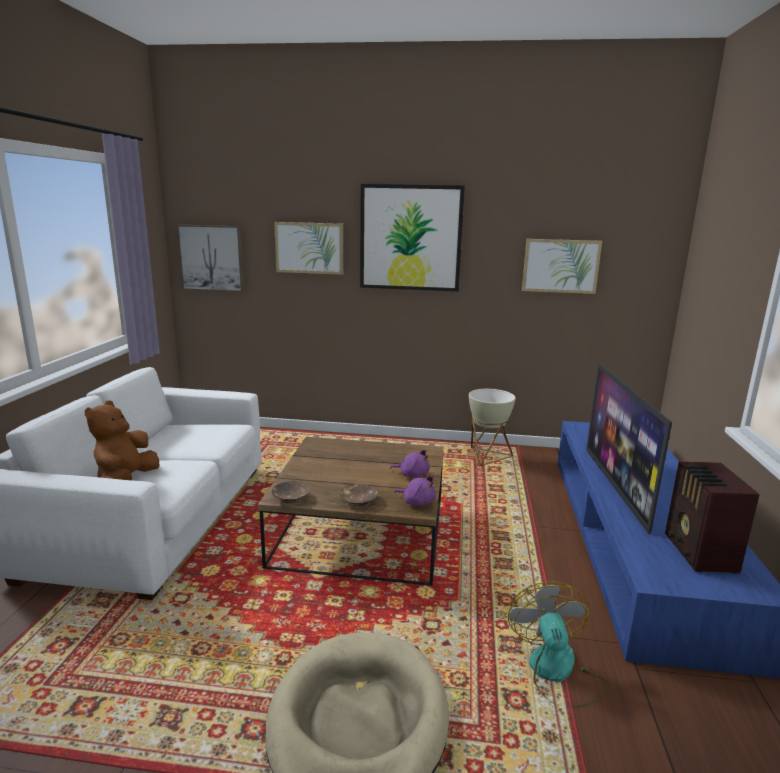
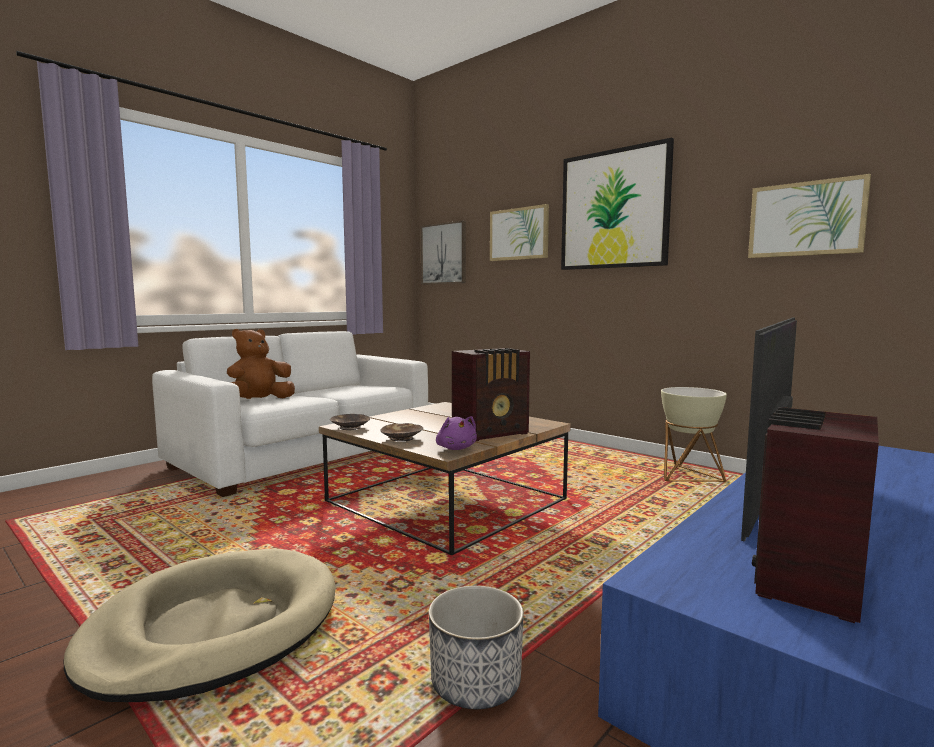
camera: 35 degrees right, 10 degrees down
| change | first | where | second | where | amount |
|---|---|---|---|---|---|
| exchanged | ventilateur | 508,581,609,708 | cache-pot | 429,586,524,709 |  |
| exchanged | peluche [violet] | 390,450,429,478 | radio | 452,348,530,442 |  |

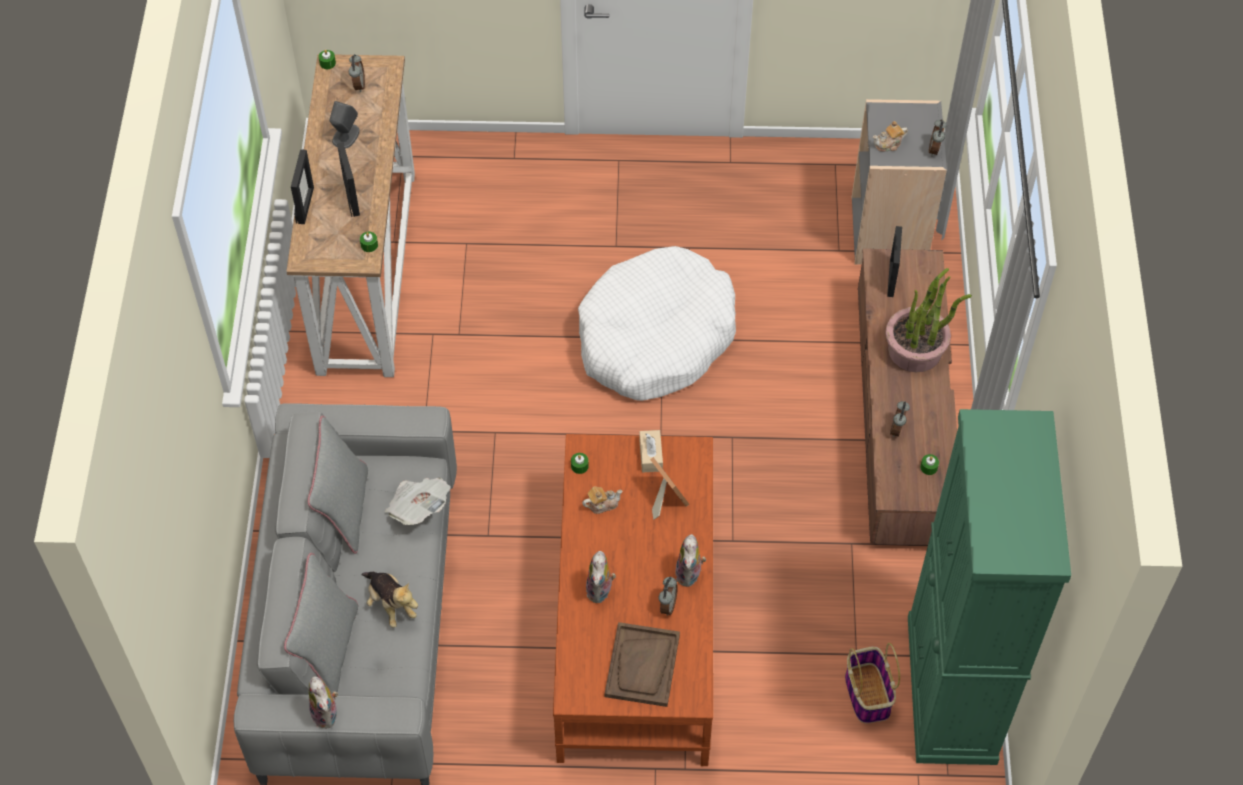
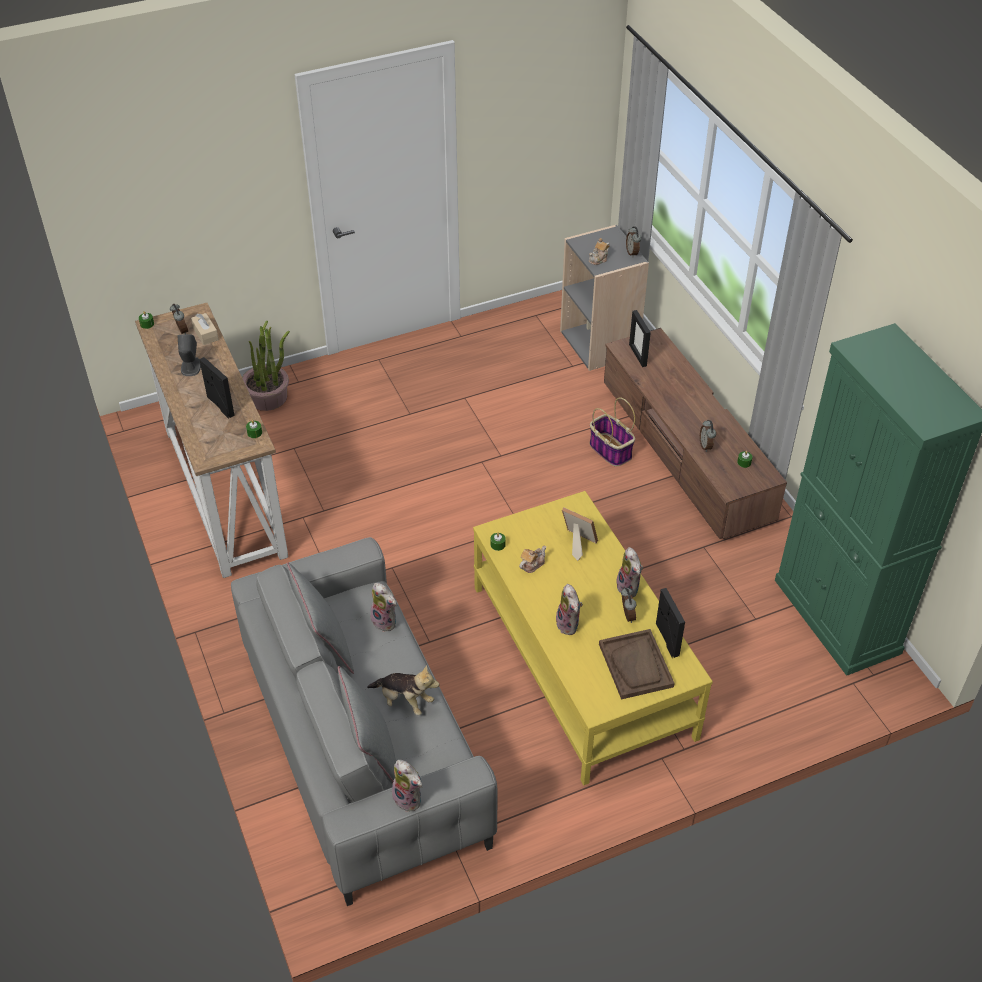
camera: 25 degrees left, 10 degrees down
| change | first | where | second | where | amount |
|---|---|---|---|---|---|
| relocated | boîte à mouchoirs [beige] | 639,430,663,473 |  | 191,313,219,345 |  |
| relocated | plante en pot | 886,268,972,372 |  | 242,321,290,411 |  |
| exchanged | journal | 385,478,451,525 | peluche | 370,583,397,632 |  |
| colour | table basse [marron] | 553,434,713,766 | table basse [jaune] | 473,491,713,785 |  |
| relocated | panier | 845,643,900,724 |  | 590,397,635,467 |  |
| relocated | cadre photo | 291,149,314,224 |  | 656,588,685,658 |  |
| missing | panier pour chien [blanc] | 578,246,736,401 |  |  |  |

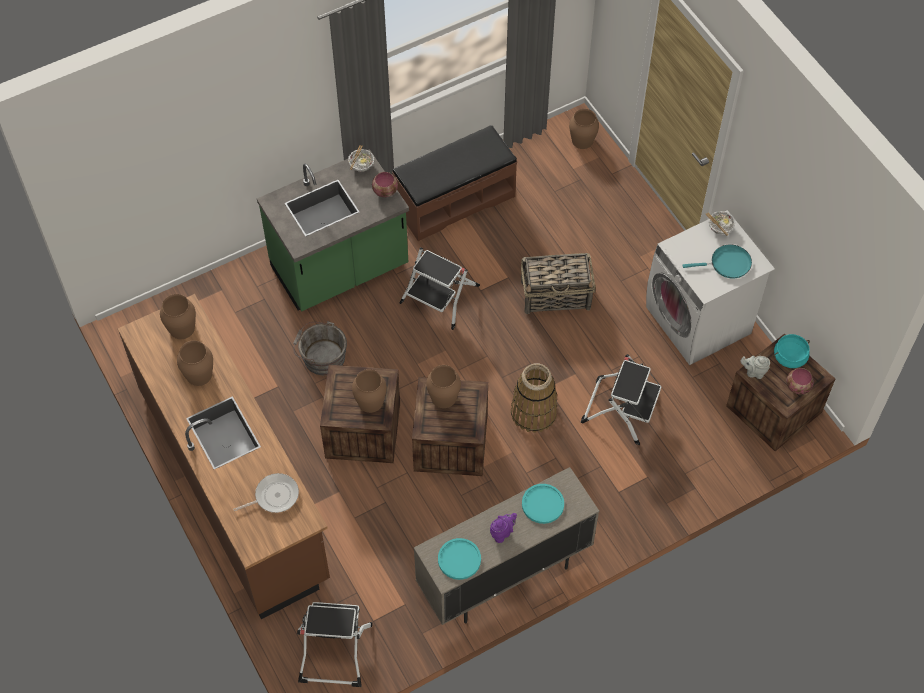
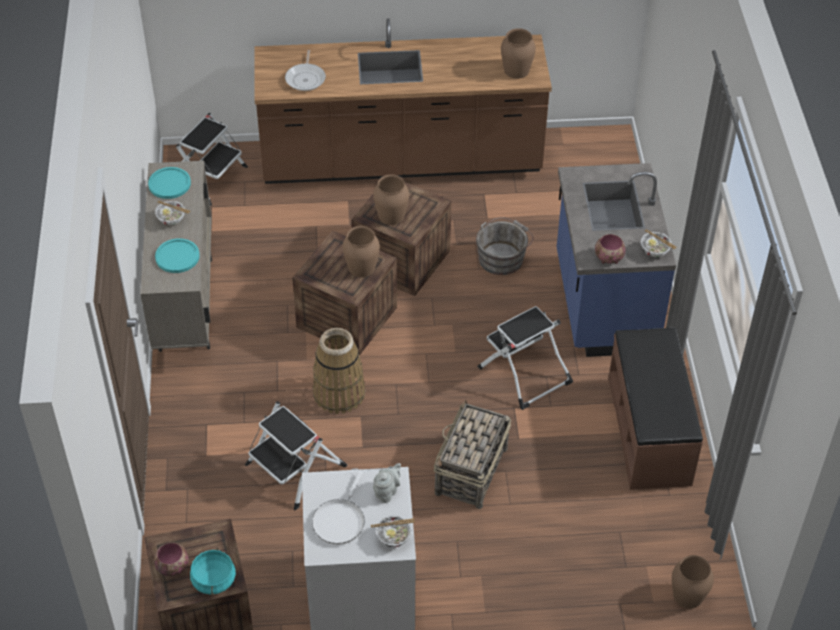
camera: 115 degrees right, 10 degrees down
| change | first | where | second | where | amount |
|---|---|---|---|---|---|
| exchanged | théière [violet] | 490,513,517,543 | bol | 155,201,191,225 |  |
| colour | poêle [turquoise] | 682,245,752,278 | poêle [blanc] | 312,471,365,545 |  |
| relocated | théière [gris] | 740,356,770,379 |  | 373,463,401,503 |  |
| colour | comptoir de cuisine [vert] | 257,149,409,311 | comptoir de cuisine [bleu] | 557,163,676,357 |  |
| missing | vase [marron] | 177,341,213,386 |  |  |  |

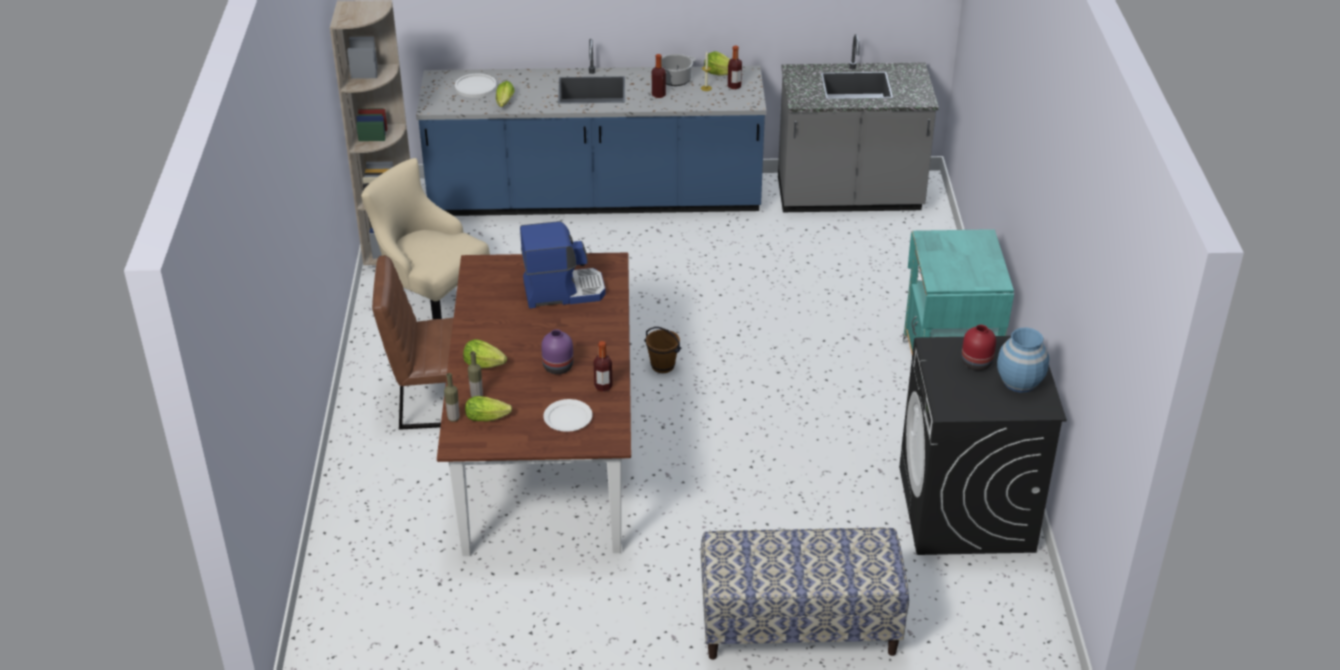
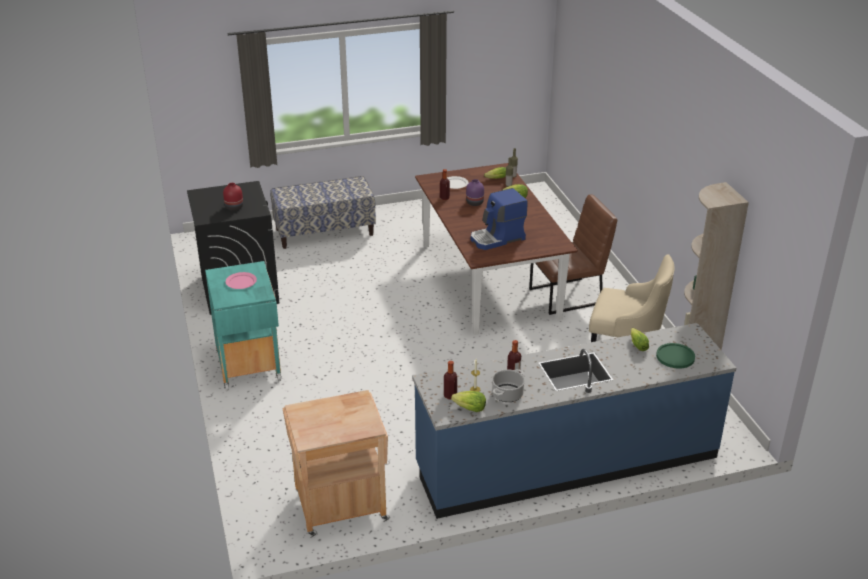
camera: 165 degrees right, 5 degrees down
| change | first | where | second | where | amount |
|---|---|---|---|---|---|
| appeared |  |  | assiette [rose] | 226,272,257,289 |  |
| exchanged | comptoir de cuisine [gris] | 778,34,939,212 | chariot [marron] | 282,390,390,538 |  |
| colour | assiette [blanc] | 455,74,497,98 | assiette [vert] | 656,343,695,369 |  |
| missing | seau [marron] | 644,327,682,373 |  |  |  |
| missing | vase [bleu] | 997,327,1049,393 |  |  |  |

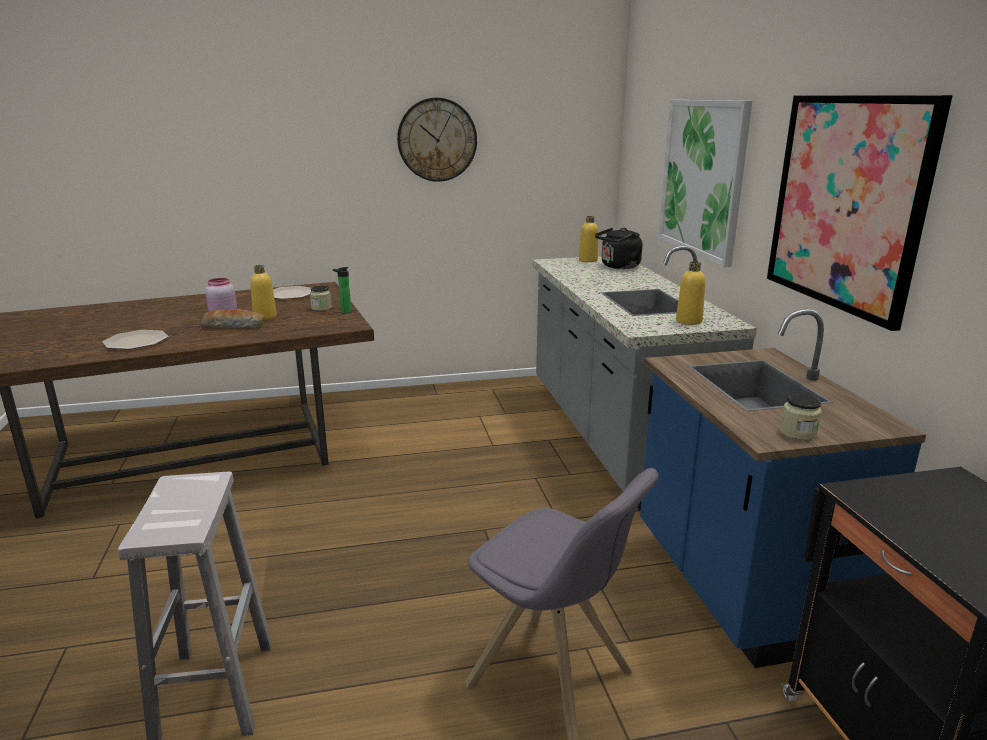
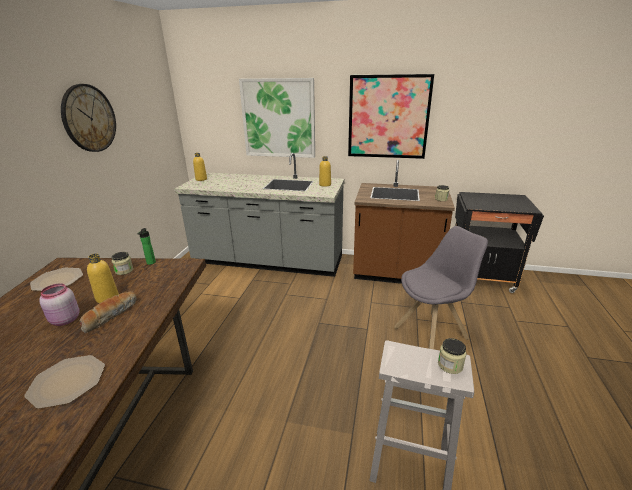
camera: 65 degrees left, 5 degrees up
| change | first | where | second | where | amount |
|---|---|---|---|---|---|
| colour | comptoir de cuisine [bleu] | 640,309,926,668 | comptoir de cuisine [marron] | 353,160,455,284 |  |
| appeared |  |  | bocal | 438,338,467,374 |  |
| missing | bouilloire [noir] | 595,228,642,269 |  |  |  |

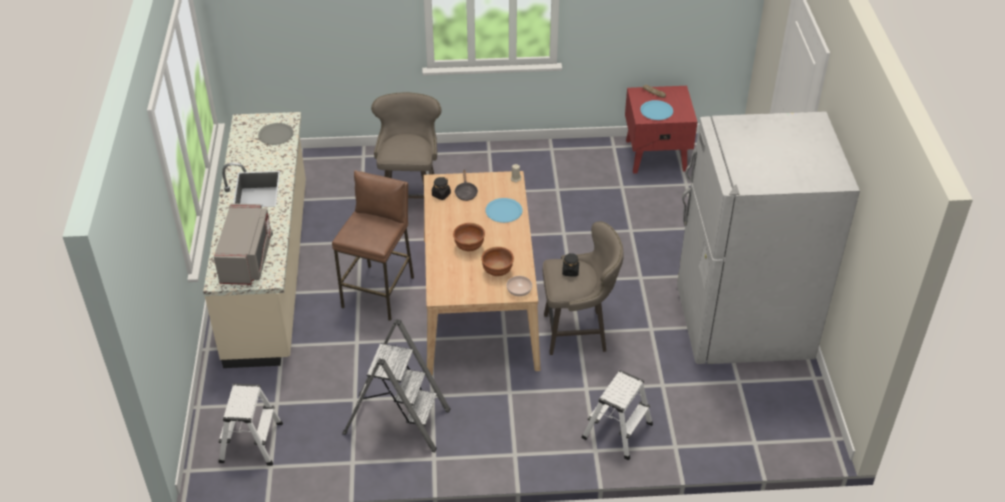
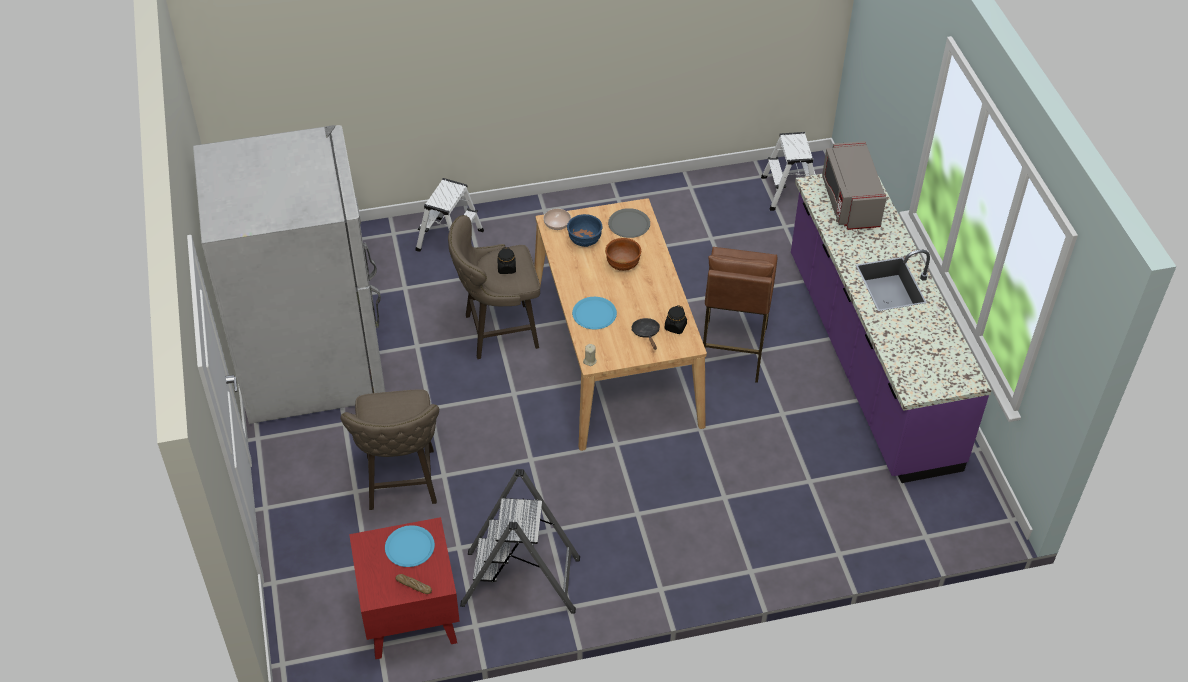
camera: 170 degrees right, 5 degrees up
| change | first | where | second | where | amount |
|---|---|---|---|---|---|
| relocated | tabouret [beige] | 371,92,441,199 |  | 340,389,439,510 |  |
| relocated | escabeau [gris] | 342,319,451,452 |  | 460,469,580,614 |  |
| colour | bol [marron] | 481,247,514,276 | bol [bleu] | 567,214,603,247 |  |
| relocated | assiette [gris] | 258,123,294,145 |  | 608,208,650,238 |  |
| colour | comptoir de cuisine [beige] | 203,112,306,368 | comptoir de cuisine [violet] | 791,174,992,483 |  |

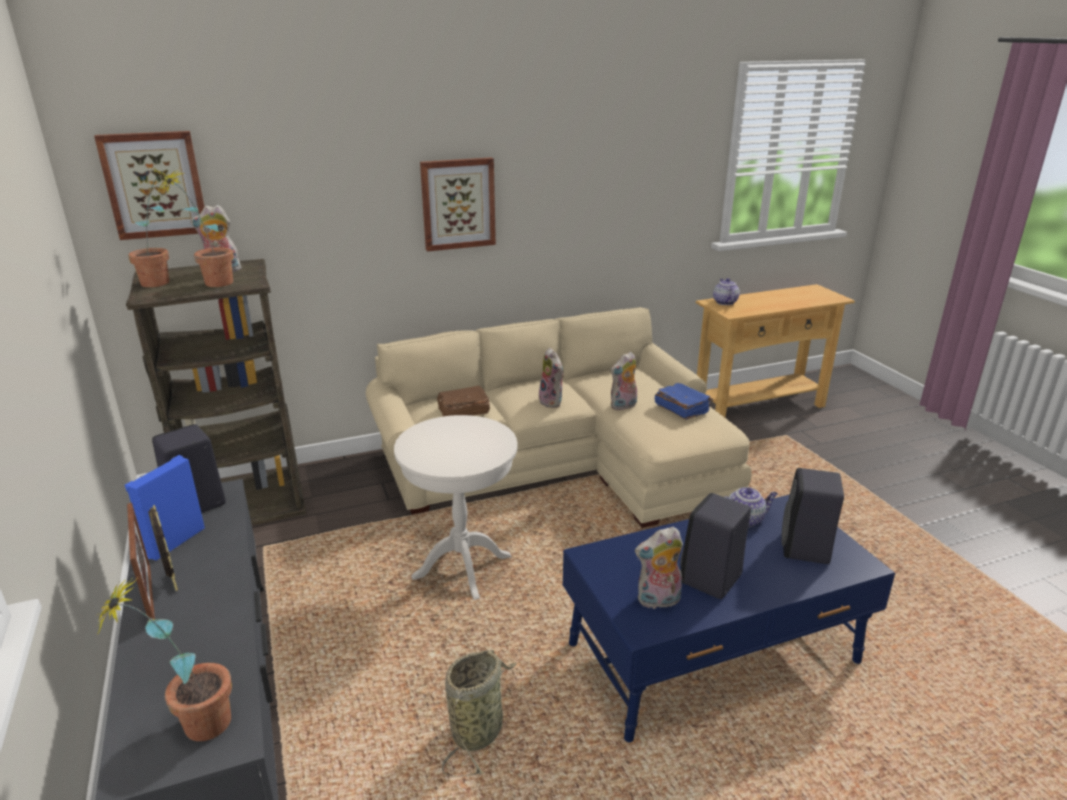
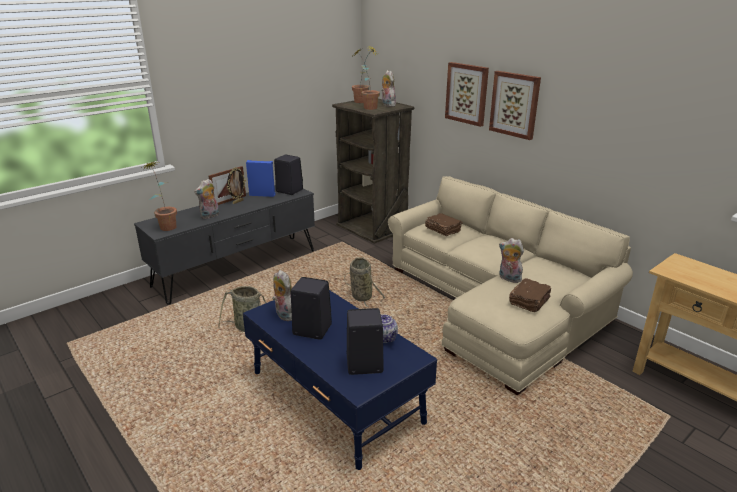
camera: 70 degrees right, 0 degrees up
| change | first | where | second | where | amount |
|---|---|---|---|---|---|
| relocated | peluche | 539,348,564,408 |  | 194,179,219,219 |  |
| exchanged | table d'appoint [blanc] | 394,415,518,600 | panier | 344,257,385,308 |  |
| relocated | tableau | 94,131,204,240 |  | 445,62,489,127 |  |
| colour | livre [bleu] | 655,383,713,420 | livre [marron] | 509,278,551,312 |  |
| missing | théière | 713,278,740,305 |  |  |  |

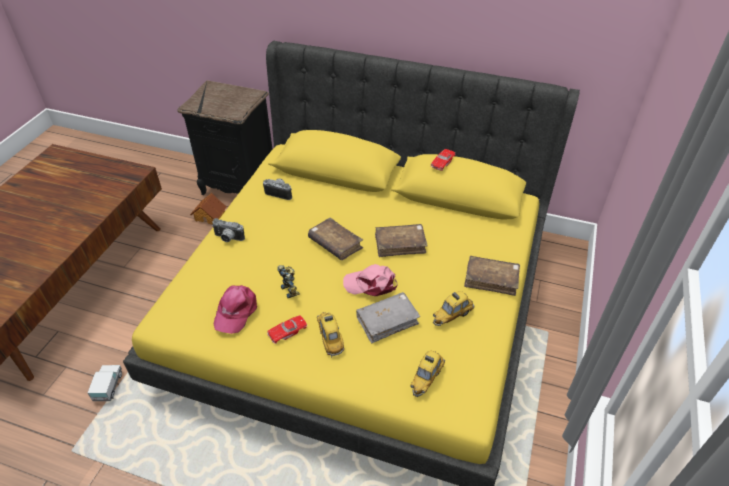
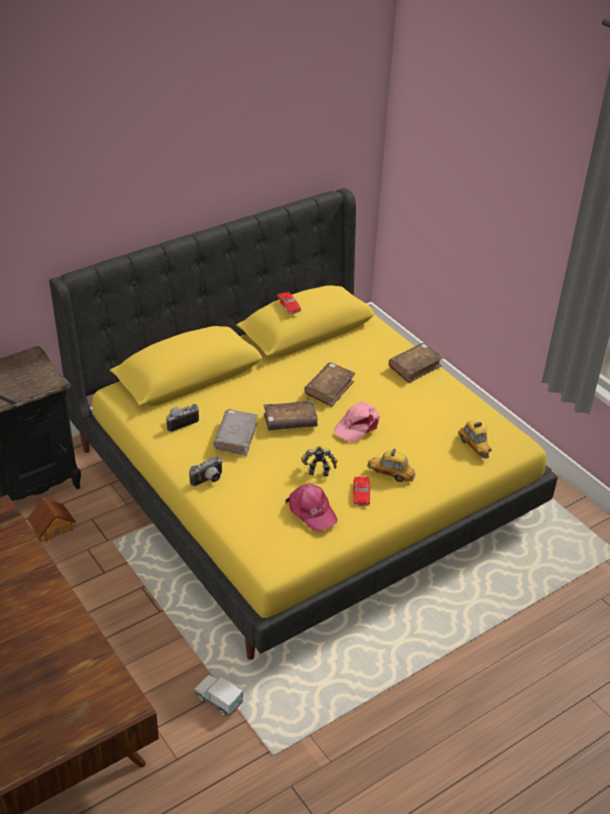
camera: 55 degrees left, 5 degrees down
| change | first | where | second | where | amount |
|---|---|---|---|---|---|
| relocated | livre [gris] | 356,292,420,343 |  | 213,409,258,456 |  |
| missing | petite voiture | 433,291,475,326 |  |  |  |

